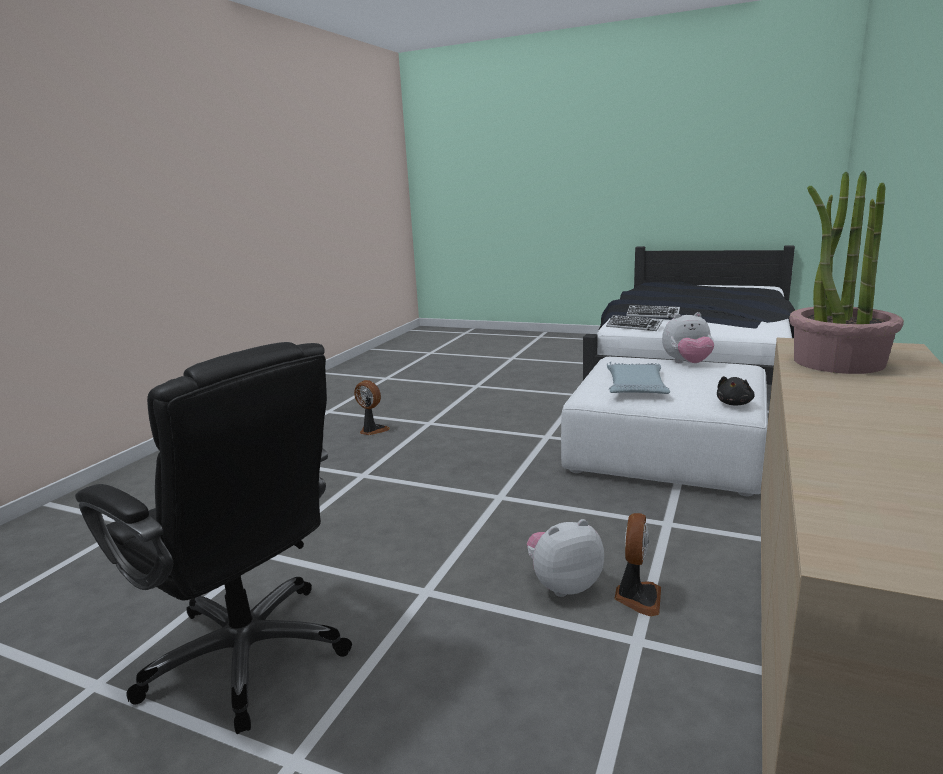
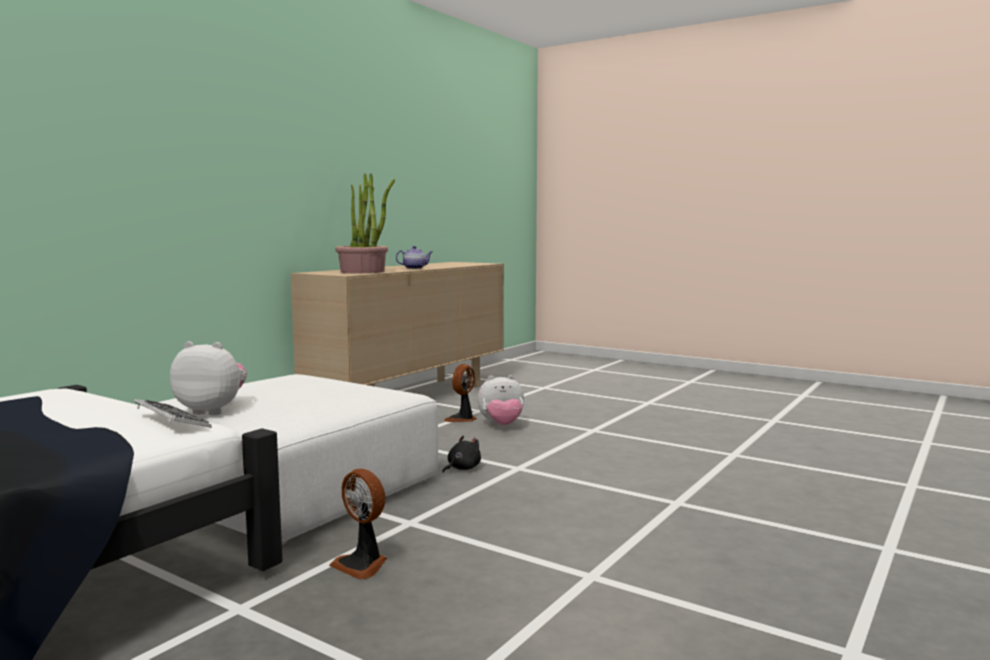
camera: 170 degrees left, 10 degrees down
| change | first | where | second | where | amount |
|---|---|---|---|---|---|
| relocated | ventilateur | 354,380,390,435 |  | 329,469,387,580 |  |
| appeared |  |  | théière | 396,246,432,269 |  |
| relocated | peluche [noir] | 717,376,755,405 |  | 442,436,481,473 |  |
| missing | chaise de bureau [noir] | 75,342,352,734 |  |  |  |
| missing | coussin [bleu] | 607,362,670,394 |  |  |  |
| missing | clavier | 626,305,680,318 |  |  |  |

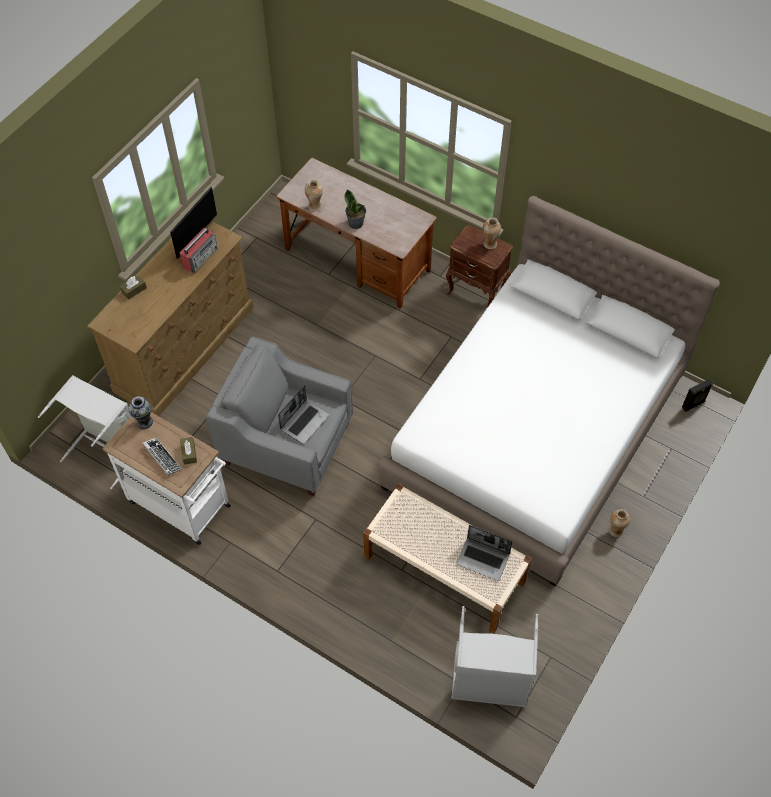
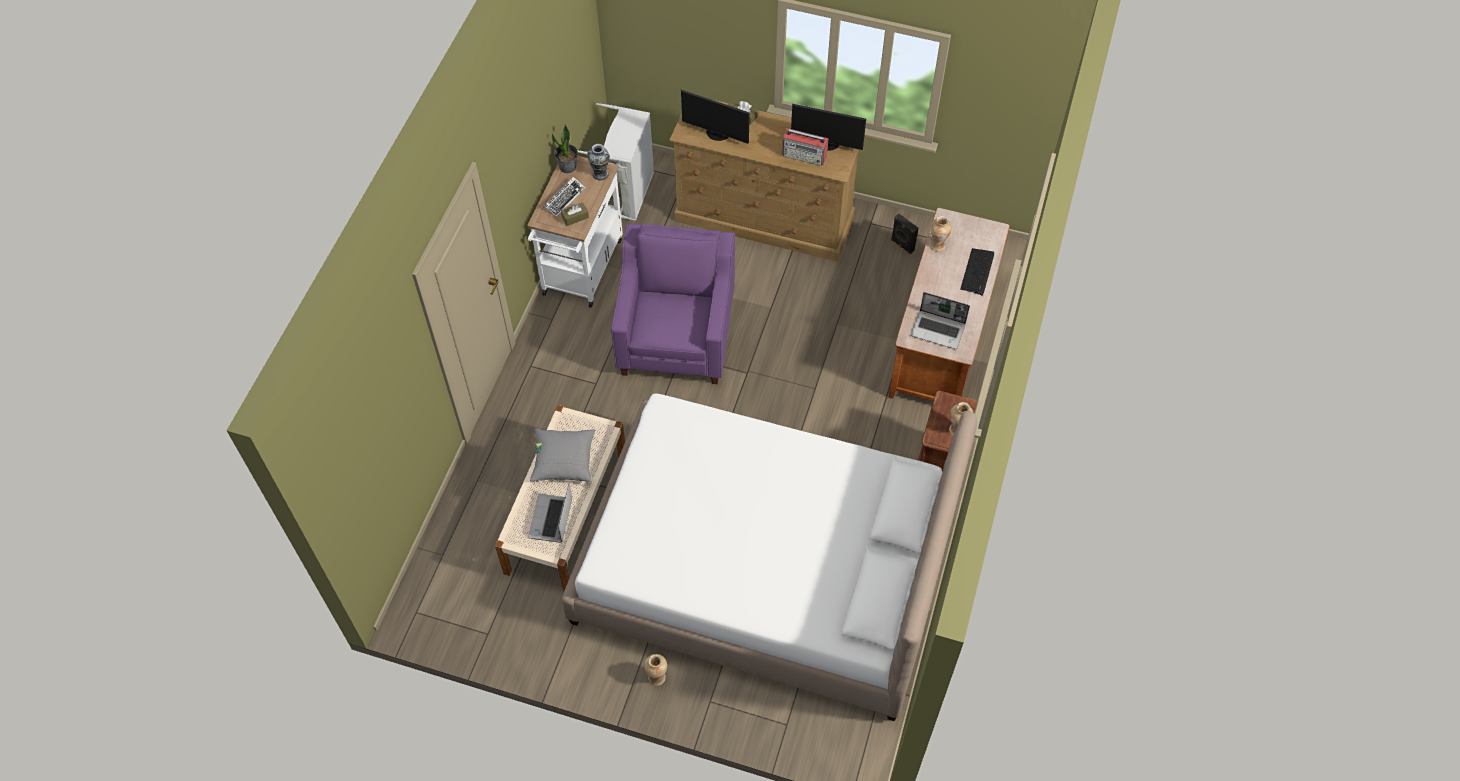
camera: 75 degrees right, 0 degrees up
| change | first | where | second | where | amount |
|---|---|---|---|---|---|
| appeared |  |  | coussin [gris] | 530,428,595,482 |  |
| relocated | plante en pot | 345,190,366,229 |  | 552,124,578,173 |  |
| colour | fauteuil [gris] | 206,337,353,496 | fauteuil [violet] | 611,223,735,384 |  |
| appeared |  |  | écran d'ordinateur | 681,90,749,144 |  |
| relocated | enceinte [noir] | 682,379,713,412 |  | 891,214,918,254 |  |
| relocated | ordinateur portable | 278,385,329,444 |  | 911,292,970,349 |  |
| appeared |  |  | clavier | 960,248,994,295 |  |
| missing | panier à linge [gris] | 452,606,538,707 |  |  |  |

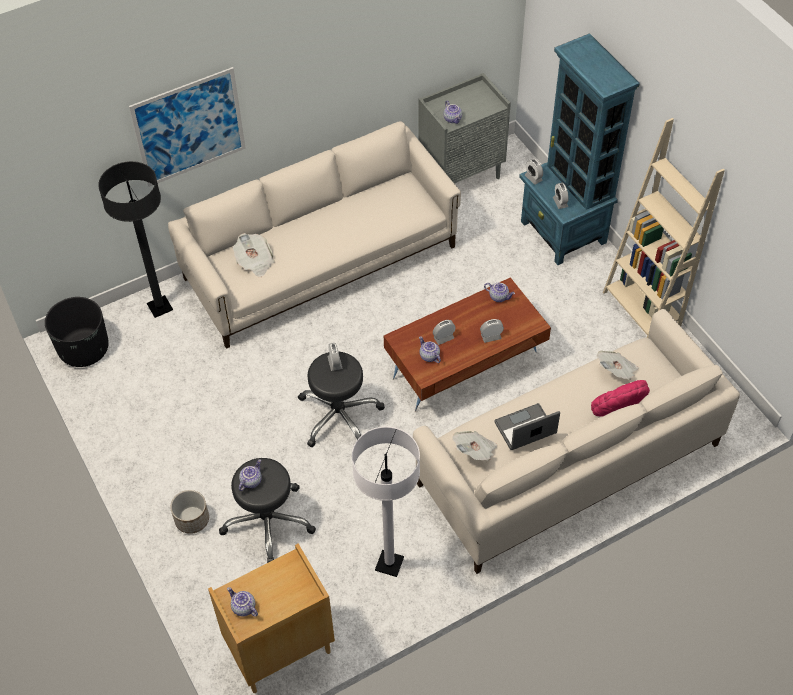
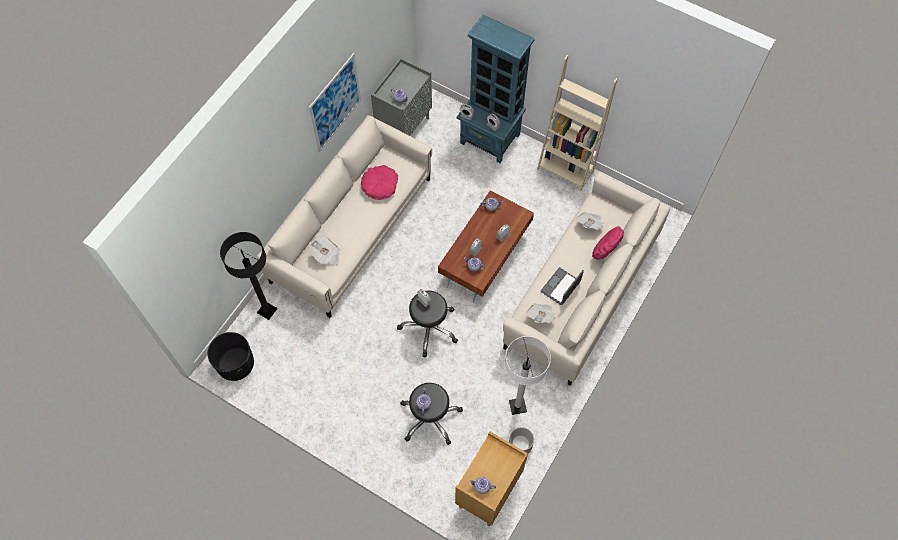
camera: 30 degrees left, 10 degrees up
| change | first | where | second | where | amount |
|---|---|---|---|---|---|
| relocated | tableau | 129,67,246,187 |  | 309,53,361,152 |  |
| appeared |  |  | coussin [rose] | 361,165,398,200 |  |
| relocated | cache-pot | 170,490,209,534 |  | 509,427,534,453 |  |

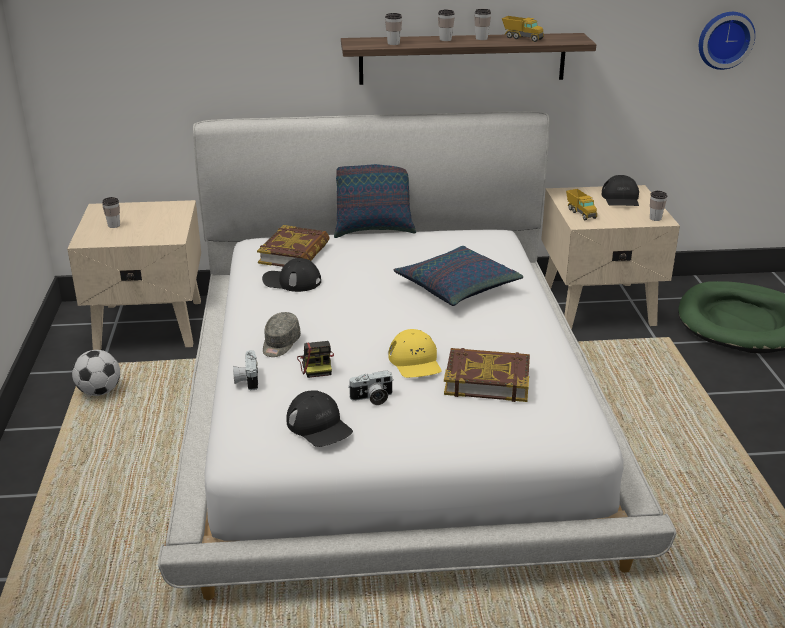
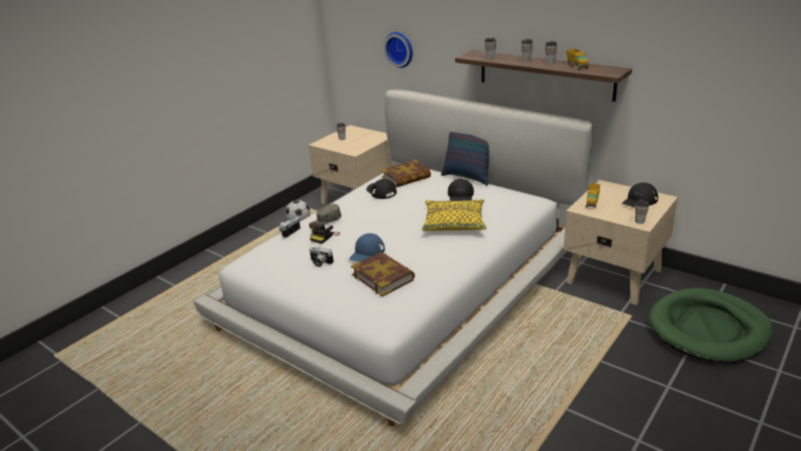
camera: 45 degrees right, 0 degrees up
| change | first | where | second | where | amount |
|---|---|---|---|---|---|
| colour | casquette [jaune] | 388,329,441,378 | casquette [bleu] | 349,233,385,262 |  |
| relocated | horloge murale | 699,12,755,70 |  | 384,32,413,68 |  |
| colour | coussin [bleu] | 393,246,523,306 | coussin [jaune] | 422,199,486,231 |  |
| relocated | casquette [noir] | 286,390,353,447 |  | 448,179,474,201 |  |

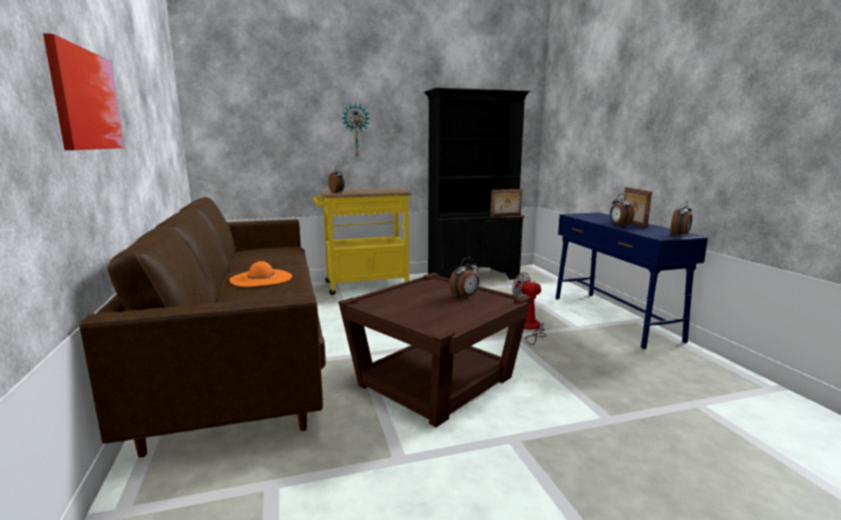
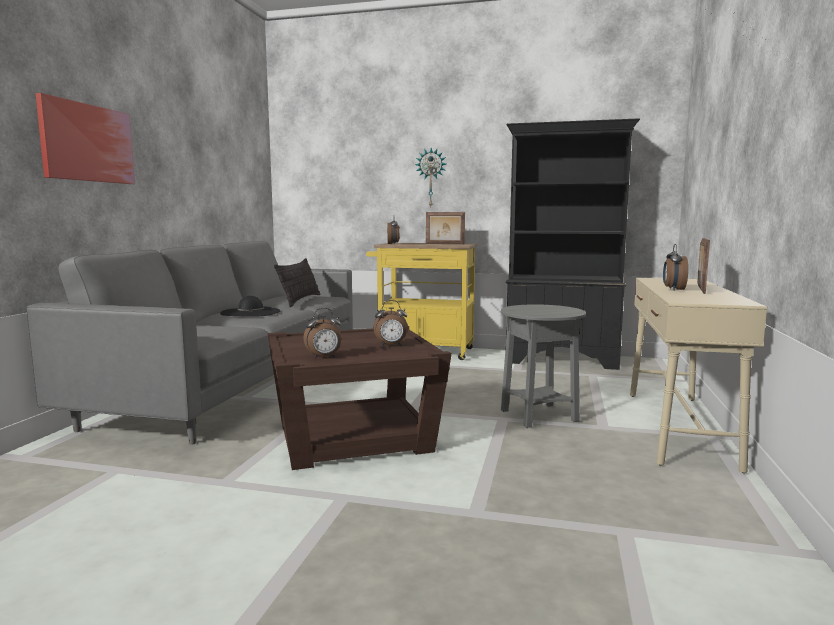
camera: 30 degrees right, 5 degrees down
| change | first | where | second | where | amount |
|---|---|---|---|---|---|
| colour | canapé [marron] | 79,197,326,457 | canapé [gris] | 26,241,353,445 |  |
| colour | chapeau [orange] | 229,261,292,287 | chapeau [noir] | 220,296,280,317 |  |
| appeared |  |  | coussin | 274,258,321,307 |  |
| relocated | réveil | 671,200,692,237 |  | 303,308,341,359 |  |
| relocated | cadre photo | 490,189,522,217 |  | 426,212,465,244 |  |
| exchanged | ventilateur | 512,272,546,345 | table d'appoint [gris] | 501,304,586,428 |  |
| colour | table console [bleu] | 556,212,708,349 | table console [beige] | 630,278,767,473 |  |

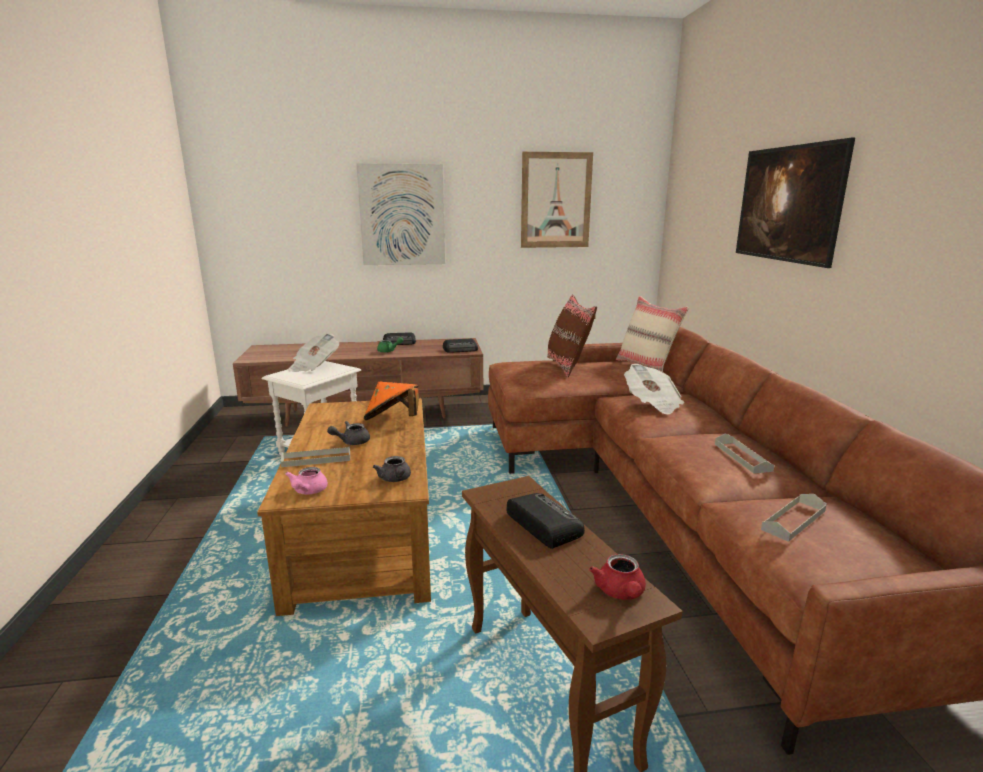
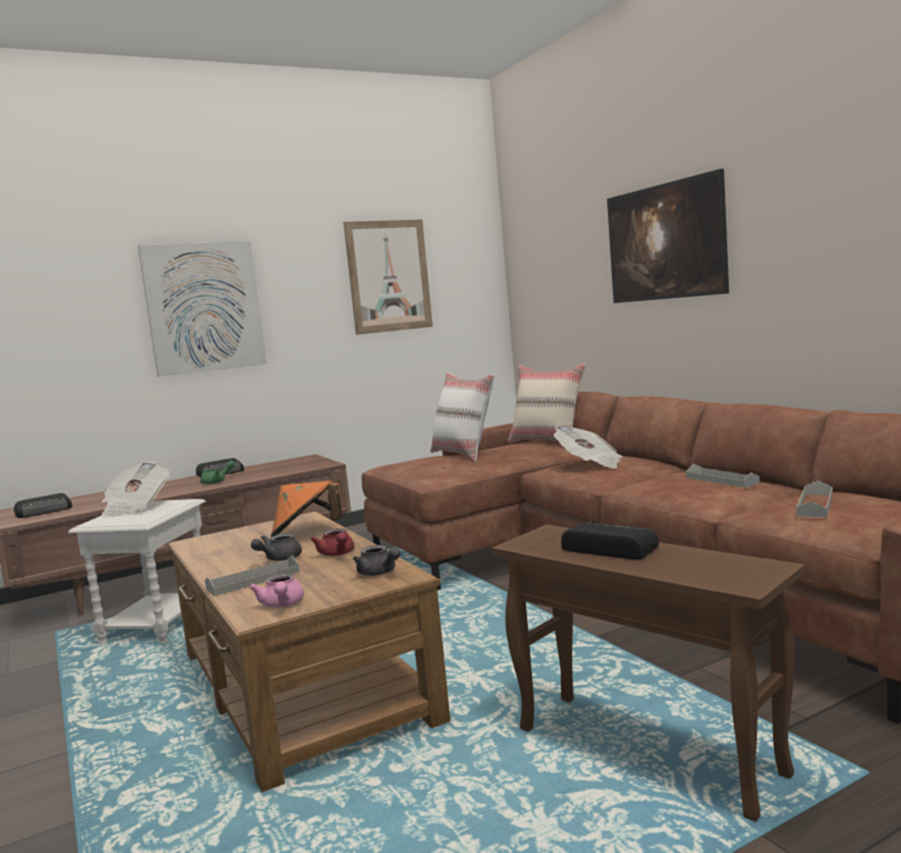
camera: 20 degrees left, 10 degrees down
| change | first | where | second | where | amount |
|---|---|---|---|---|---|
| relocated | radio | 443,339,478,353 |  | 14,493,72,518 |  |
| relocated | théière [rouge] | 589,554,646,600 |  | 311,528,354,556 |  |
| colour | coussin [marron] | 547,295,597,377 | coussin [blanc] | 430,372,495,462 |  |

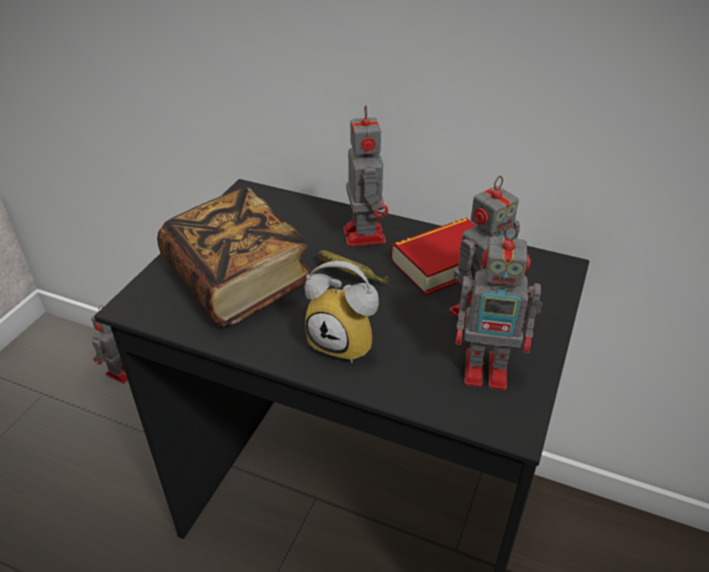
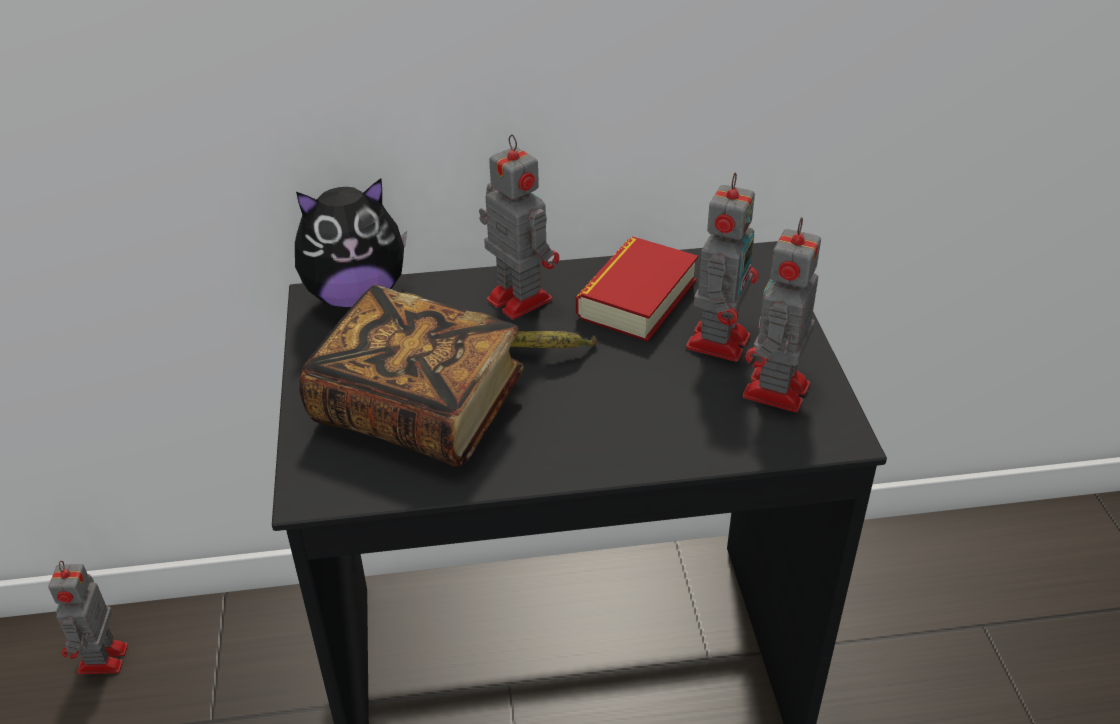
camera: 30 degrees left, 0 degrees up
| change | first | where | second | where | amount |
|---|---|---|---|---|---|
| appeared |  |  | peluche | 295,178,407,307 |  |
| spun | robot jouet | 455,226,542,390 |  | 743,217,821,412 | 135 degrees clockwise |
| missing | réveil | 305,261,379,363 |  |  |  |

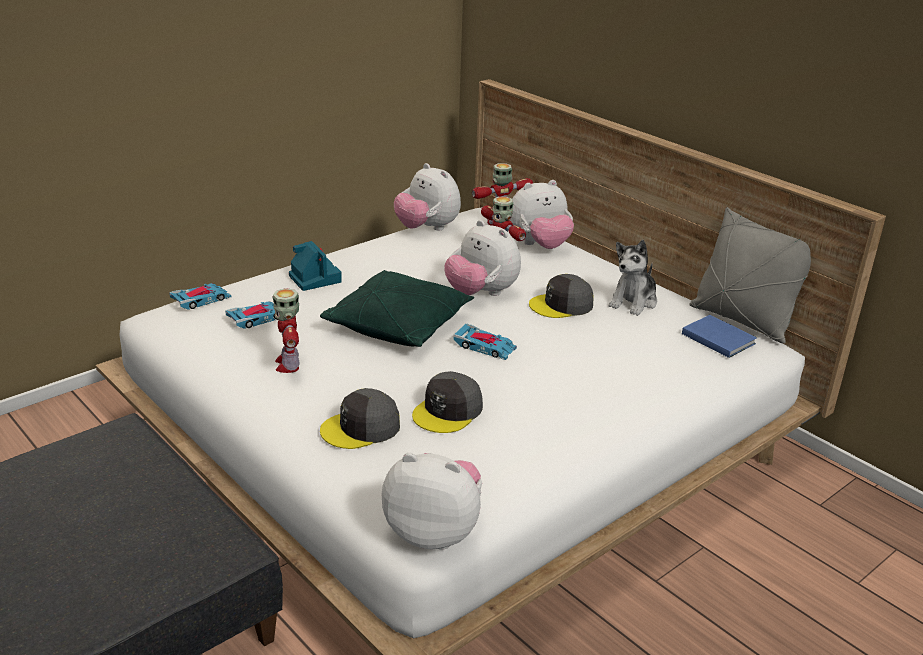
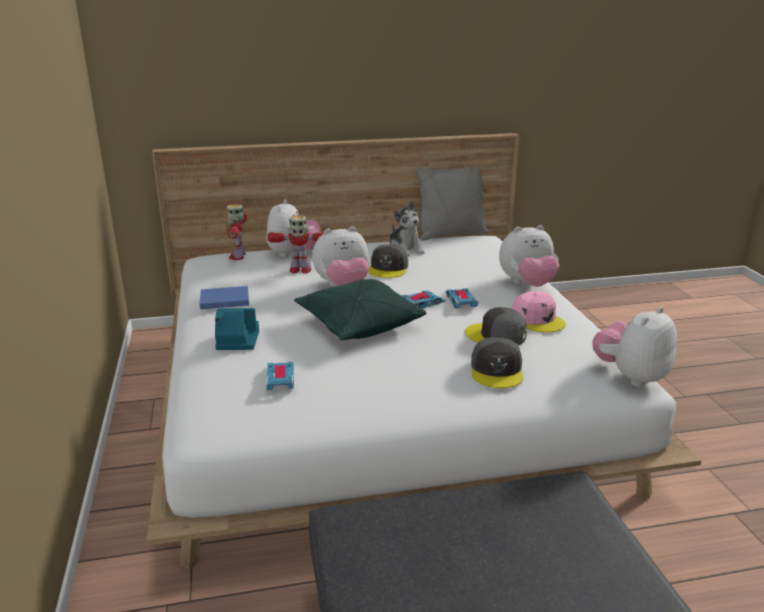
camera: 60 degrees left, 5 degrees down
| change | first | where | second | where | amount |
|---|---|---|---|---|---|
| relocated | livre [bleu] | 682,315,757,358 |  | 200,286,249,309 |  |
| relocated | petite voiture | 169,283,231,309 |  | 445,288,479,308 |  |
| spun | casquette [gris] | 412,371,483,433 |  | 465,307,527,345 | 135 degrees clockwise |
| relocated | peluche | 394,163,461,230 |  | 499,225,559,287 |  |
| appeared |  |  | casquette [rose] | 512,291,566,333 |  |
| missing | robot jouet | 273,288,300,373 |  |  |  |

